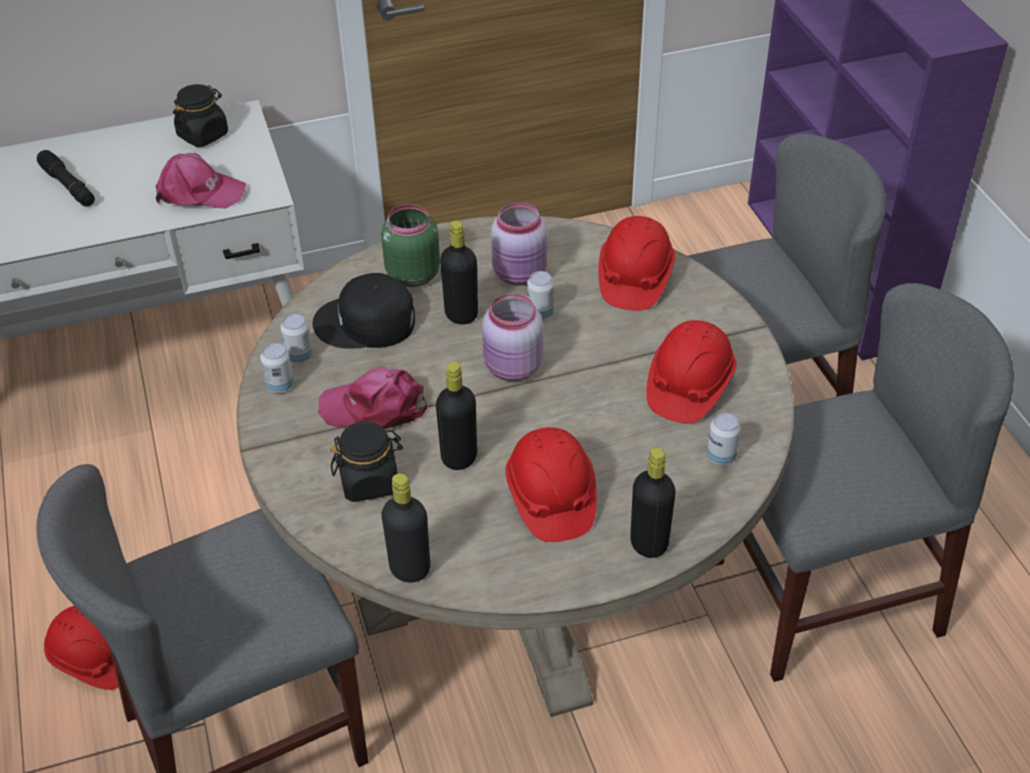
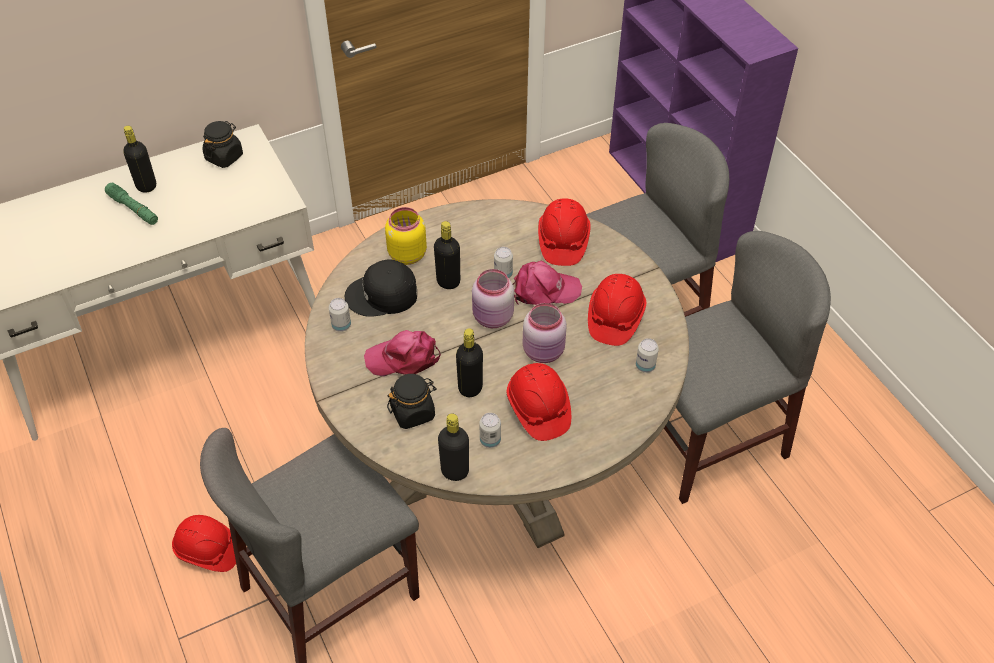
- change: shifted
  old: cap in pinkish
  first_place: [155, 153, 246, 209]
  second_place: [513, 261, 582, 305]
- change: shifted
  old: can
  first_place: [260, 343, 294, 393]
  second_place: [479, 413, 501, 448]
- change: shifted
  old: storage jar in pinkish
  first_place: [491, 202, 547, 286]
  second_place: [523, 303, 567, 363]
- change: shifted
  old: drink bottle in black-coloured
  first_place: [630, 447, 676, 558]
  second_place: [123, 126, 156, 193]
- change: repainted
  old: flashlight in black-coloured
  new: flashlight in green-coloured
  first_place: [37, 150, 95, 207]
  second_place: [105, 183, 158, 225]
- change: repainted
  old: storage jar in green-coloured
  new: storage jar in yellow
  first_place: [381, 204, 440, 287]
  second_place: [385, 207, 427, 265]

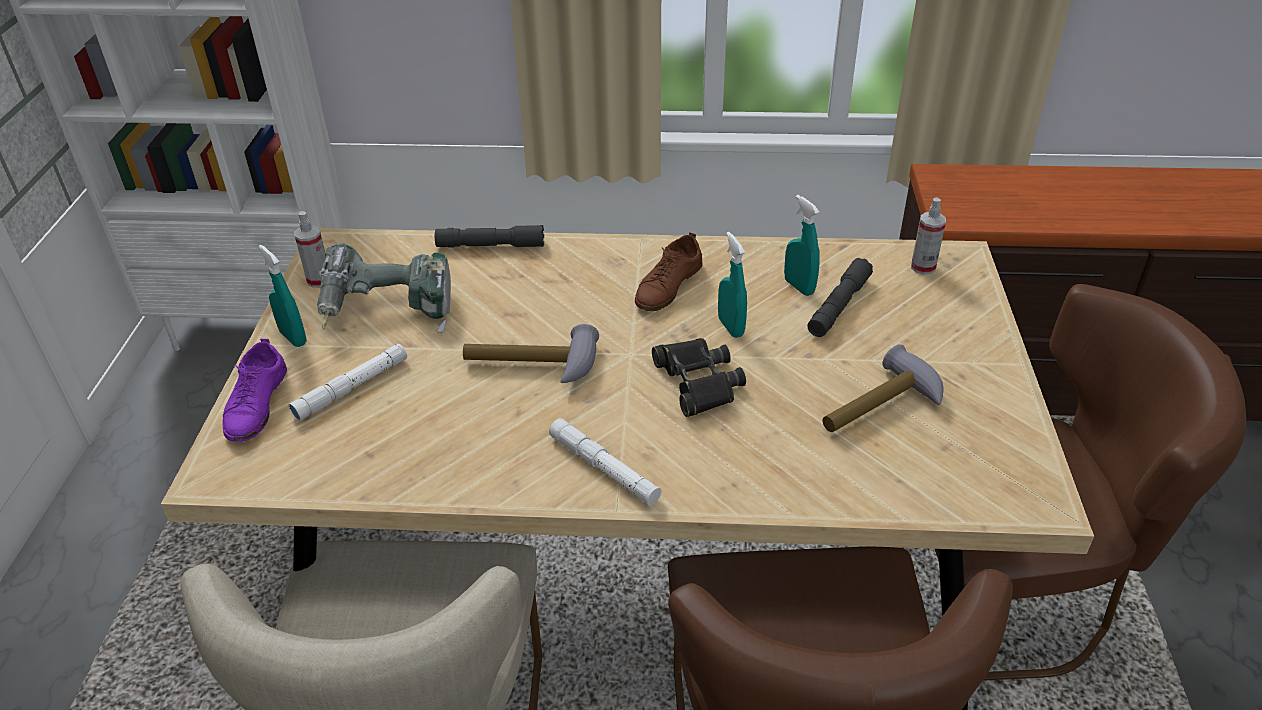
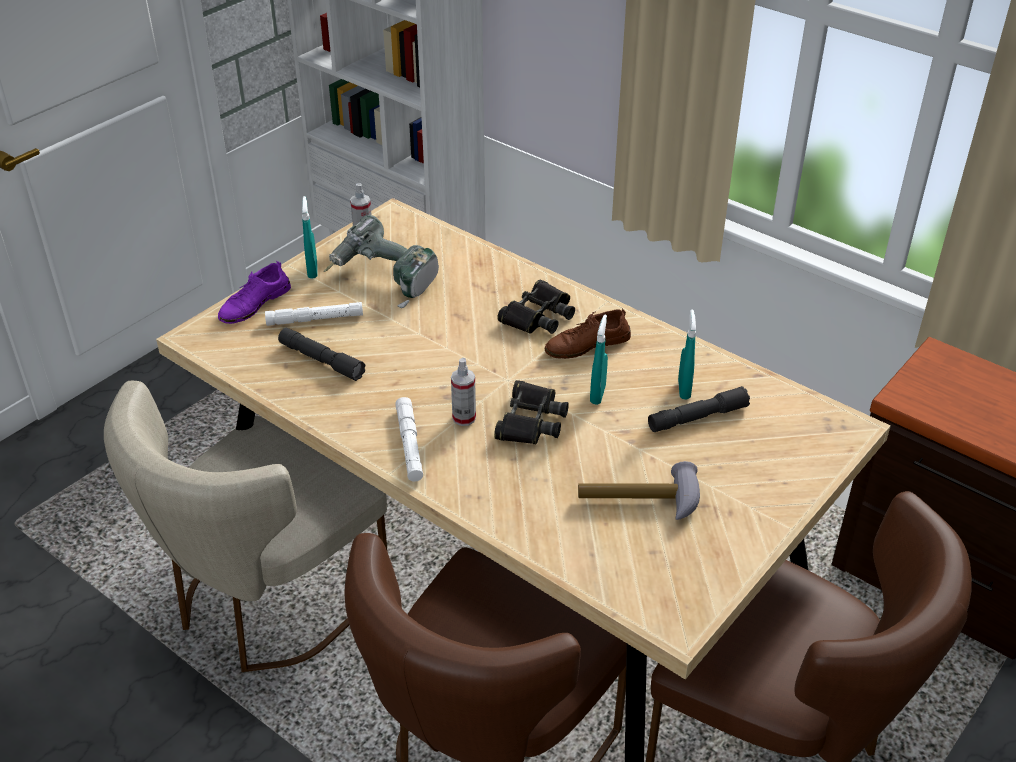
- change: gone
  old: tool hammer
  first_place: [463, 324, 599, 383]
- change: new
  new: binoculars in black-coloured
  second_place: [497, 279, 575, 334]
- change: shifted
  old: flashlight in grey
  first_place: [435, 225, 544, 248]
  second_place: [278, 328, 366, 381]
- change: shifted
  old: spray bottle
  first_place: [911, 197, 946, 275]
  second_place: [451, 358, 476, 426]

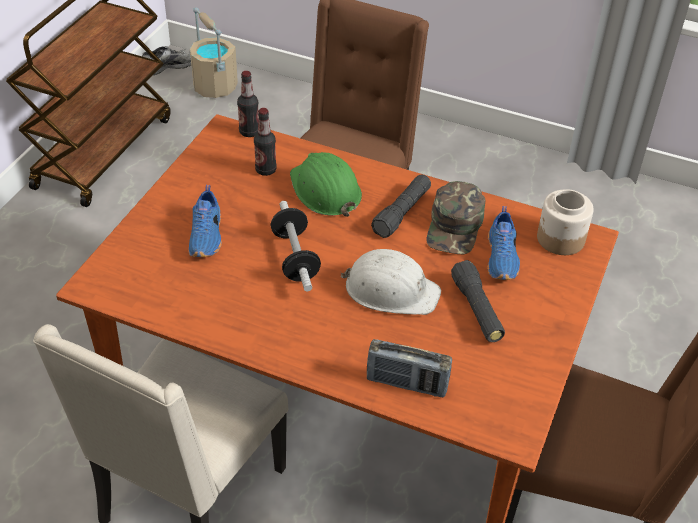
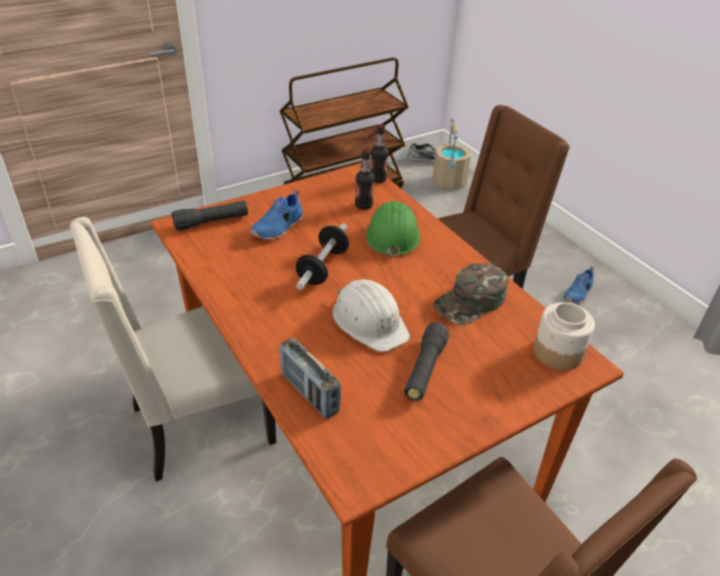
- change: shifted
  old: flashlight in black-coloured
  first_place: [371, 174, 431, 238]
  second_place: [171, 200, 248, 231]
- change: shifted
  old: low shoe in blue
  first_place: [487, 206, 520, 280]
  second_place: [563, 267, 594, 304]

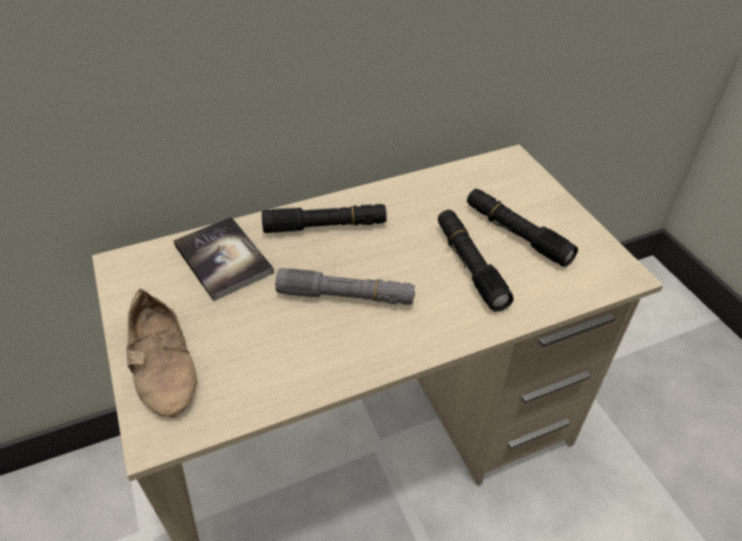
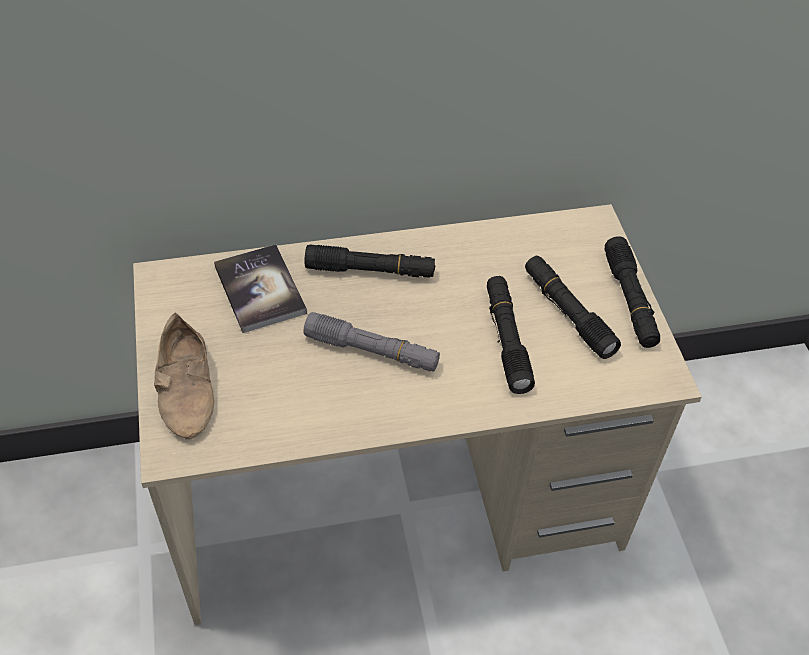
- change: new
  new: flashlight in black-coloured
  second_place: [605, 236, 660, 348]

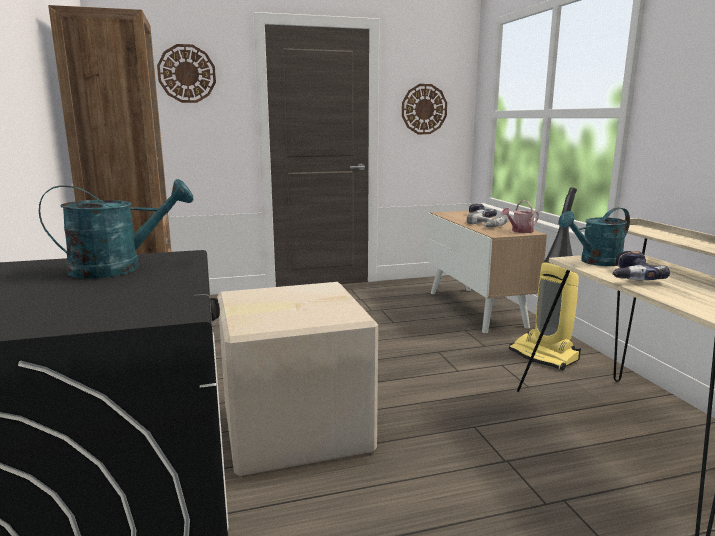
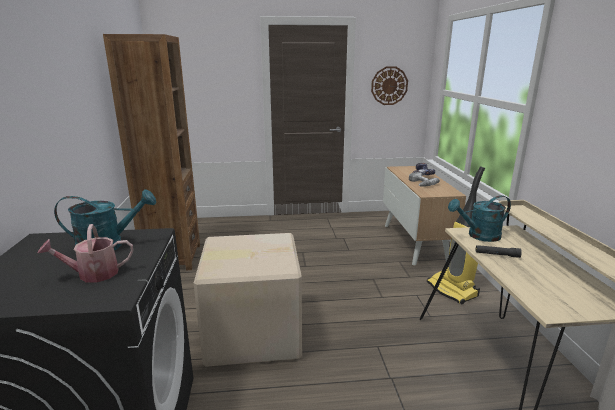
- change: gone
  old: wall clock
  first_place: [157, 44, 216, 103]
- change: shifted
  old: sprinkling can
  first_place: [501, 200, 539, 233]
  second_place: [37, 224, 133, 282]
- change: swapped
  old: power drill
  new: flashlight in black-coloured
  first_place: [613, 251, 670, 280]
  second_place: [476, 245, 522, 258]

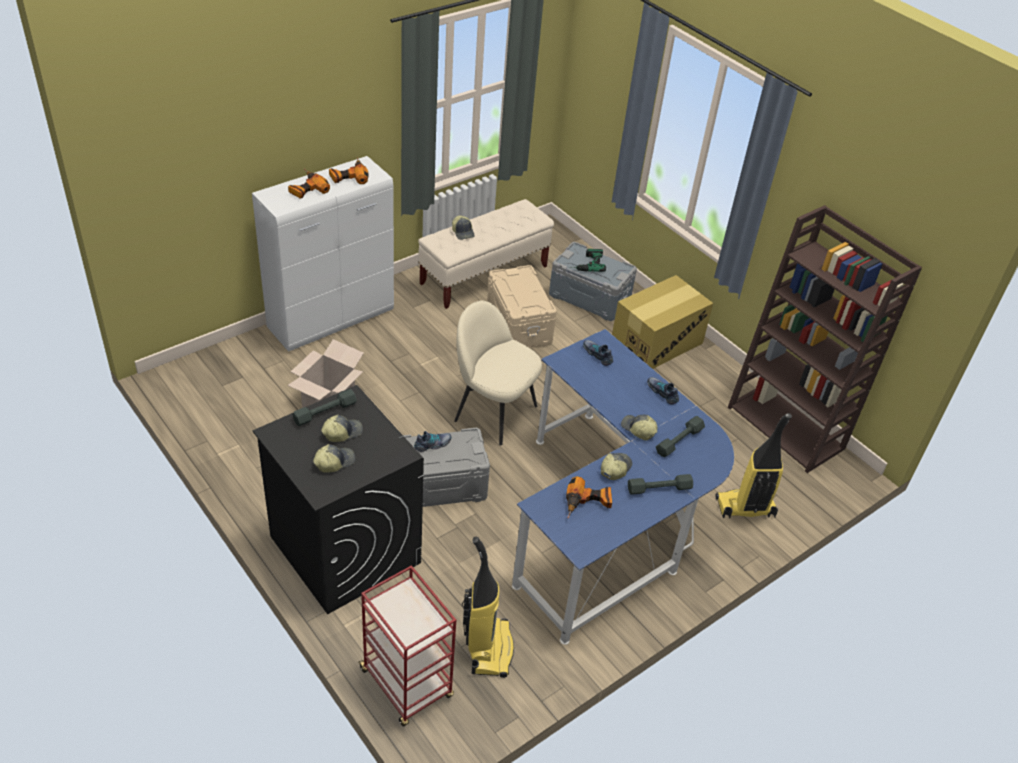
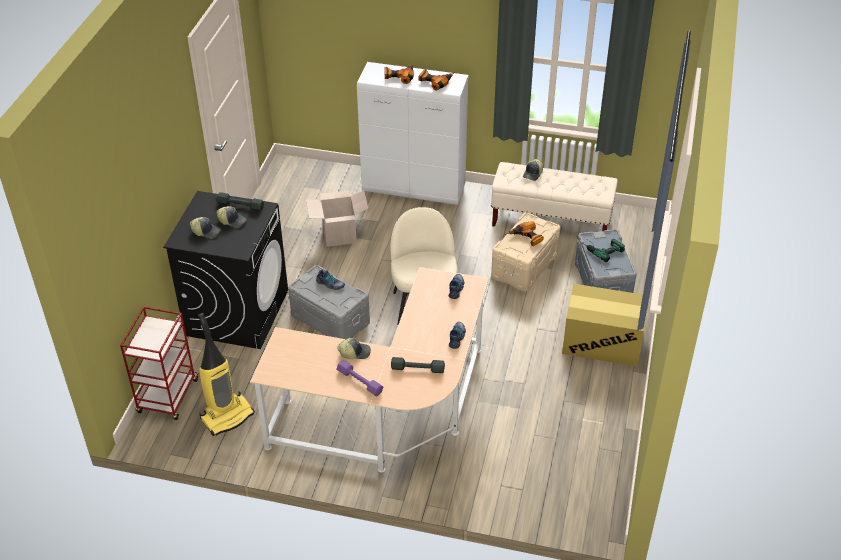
- change: gone
  old: cap
  first_place: [621, 415, 657, 441]
- change: gone
  old: hoover
  first_place: [715, 413, 792, 518]
- change: gone
  old: shelving unit in brown-coloured
  first_place: [728, 205, 922, 473]
- change: shifted
  old: power drill
  first_place: [566, 476, 612, 519]
  second_place: [504, 221, 544, 246]
- change: repainted
  old: desk unit in blue
  new: desk unit in beige
  first_place: [512, 329, 734, 645]
  second_place: [250, 267, 489, 473]
- change: repainted
  old: free weight in grey
  new: free weight in purplish
  first_place: [628, 474, 693, 495]
  second_place: [336, 360, 383, 396]

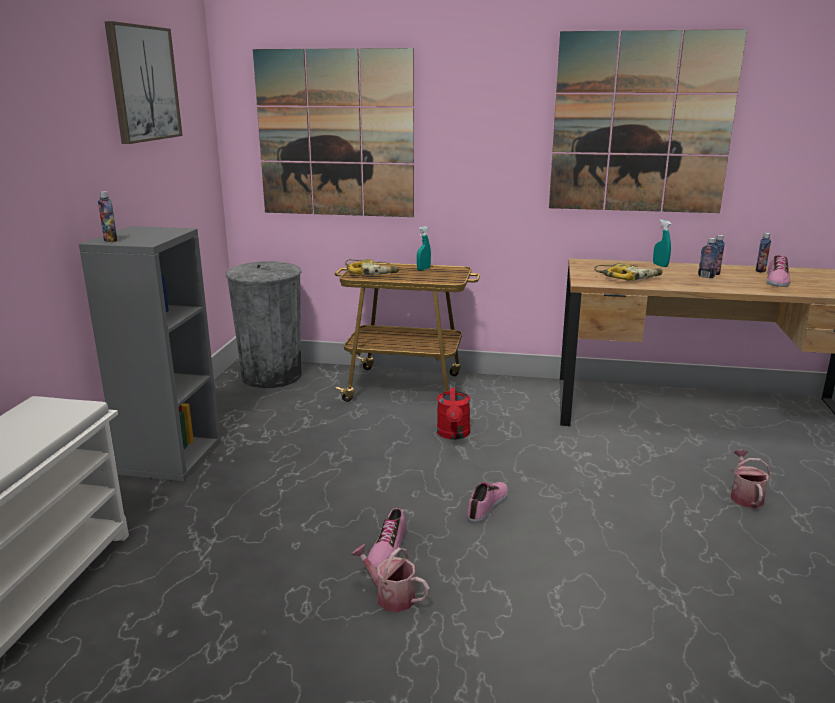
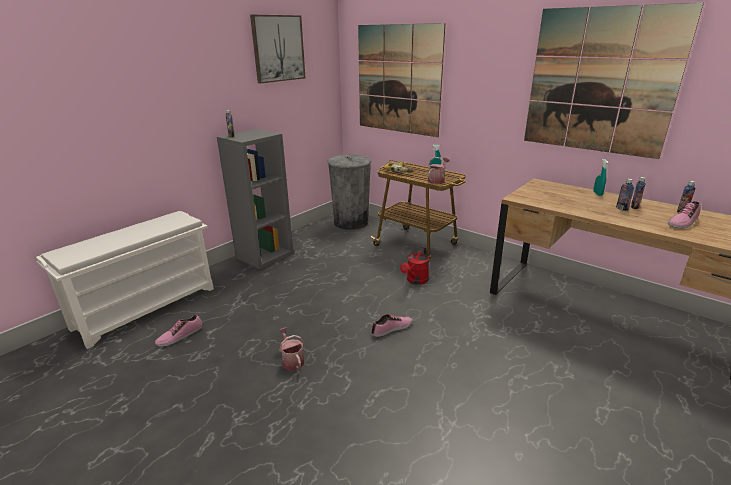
- change: gone
  old: power drill
  first_place: [594, 263, 663, 281]
- change: shifted
  old: low shoe
  first_place: [367, 507, 406, 569]
  second_place: [155, 315, 203, 347]
- change: shifted
  old: sprinkling can
  first_place: [731, 450, 771, 508]
  second_place: [428, 157, 450, 184]

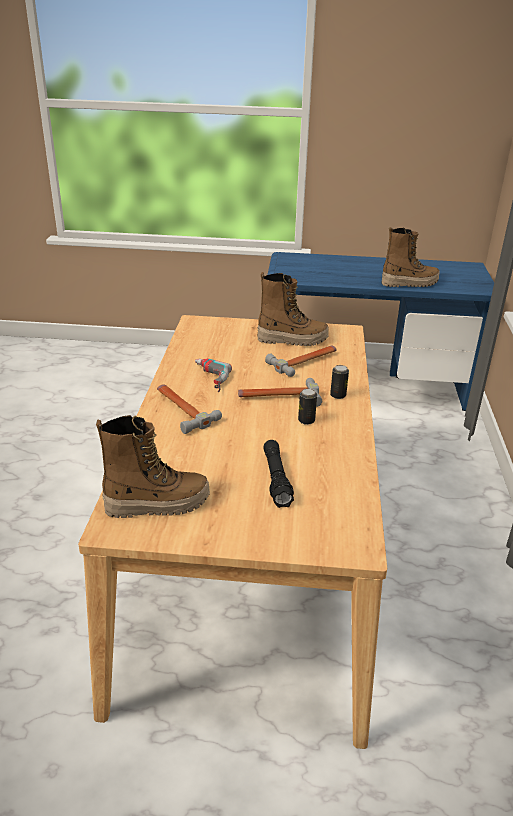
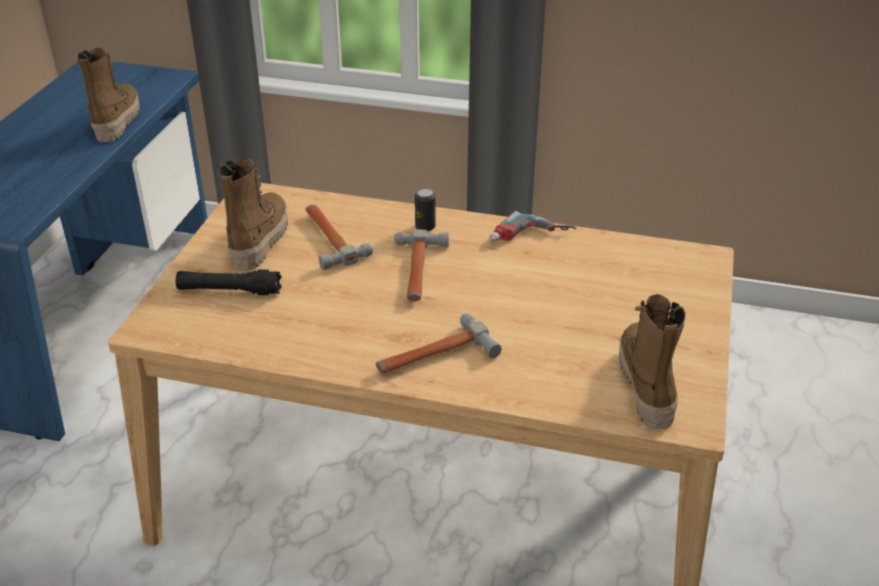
- change: gone
  old: can
  first_place: [298, 388, 317, 425]
- change: shifted
  old: power drill
  first_place: [195, 358, 232, 392]
  second_place: [489, 211, 577, 242]
- change: shifted
  old: flashlight in black-coloured
  first_place: [263, 440, 294, 508]
  second_place: [176, 269, 282, 295]

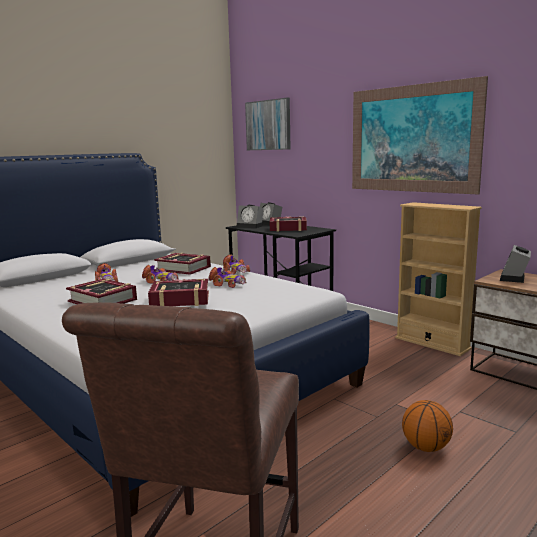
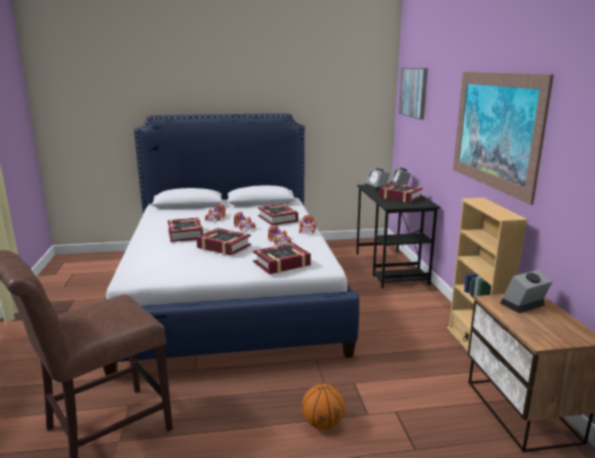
- change: new
  new: bound book
  second_place: [253, 243, 311, 274]

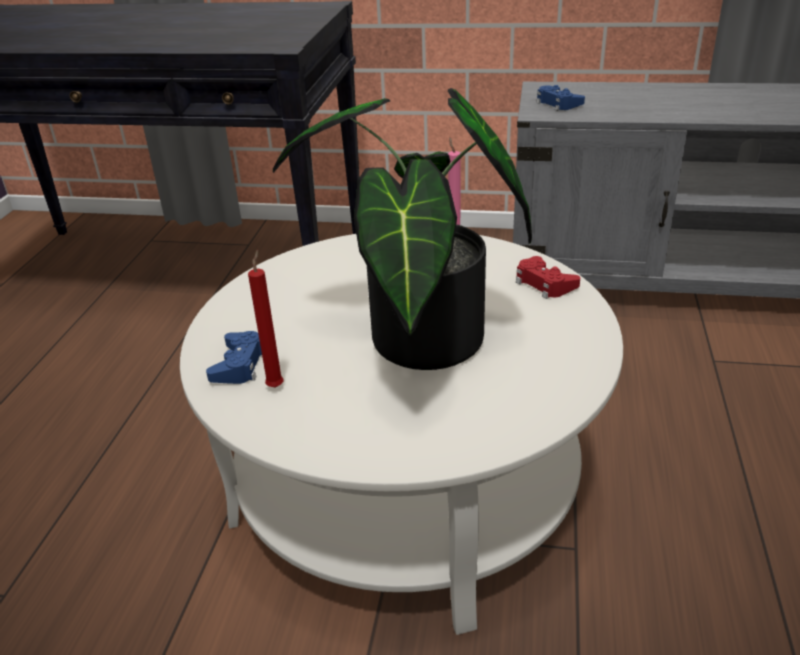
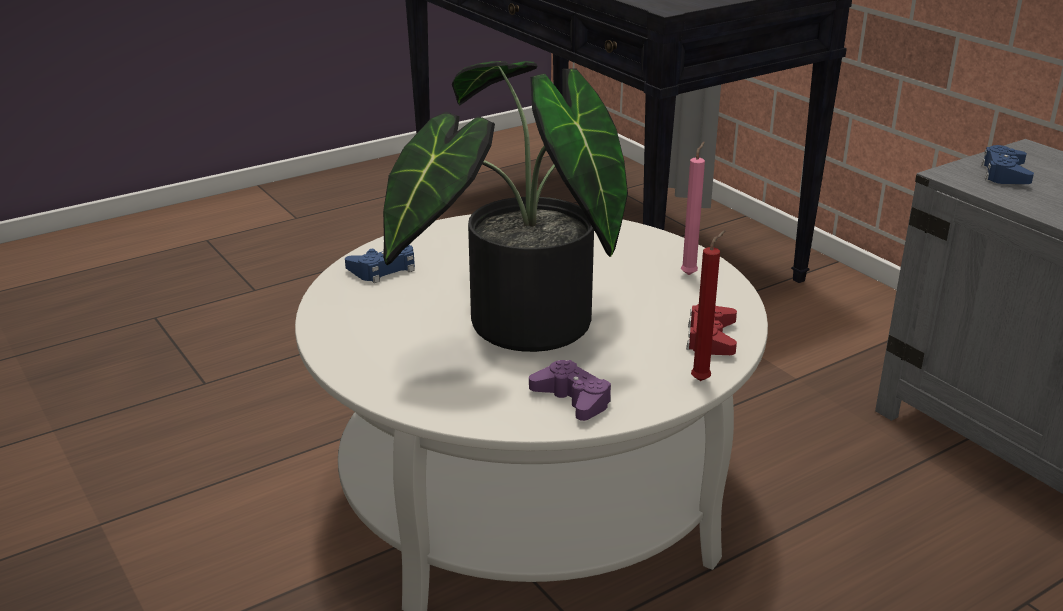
- change: new
  new: joypad in purplish
  second_place: [529, 360, 611, 421]
- change: shifted
  old: wax light in red-coloured
  first_place: [248, 250, 283, 388]
  second_place: [691, 230, 726, 381]

